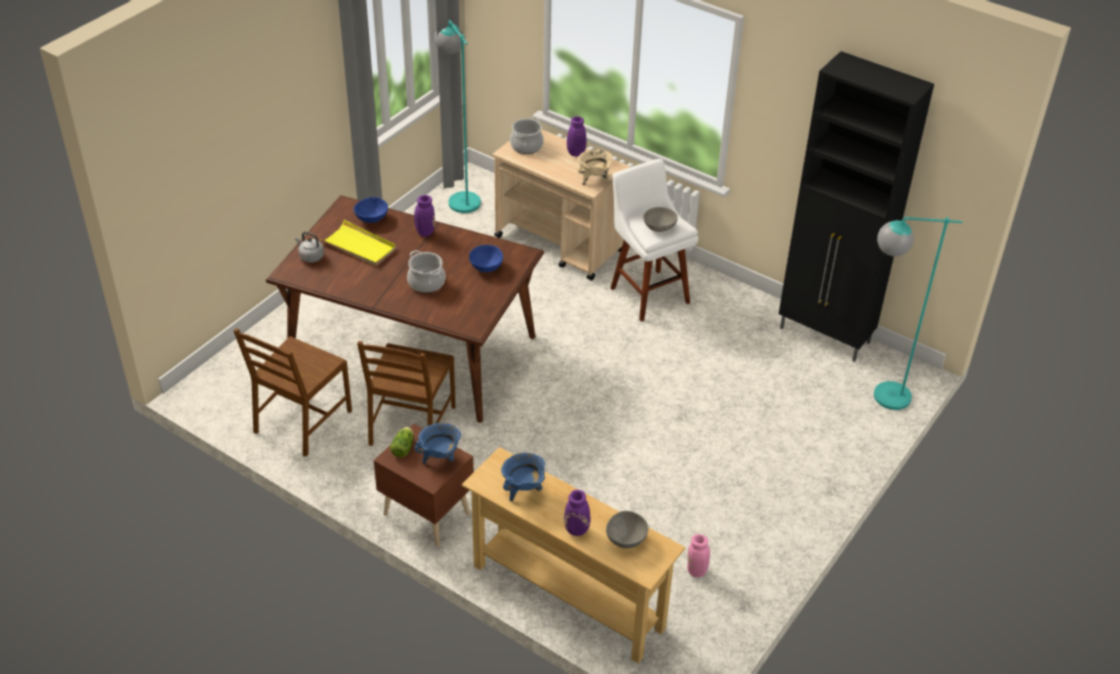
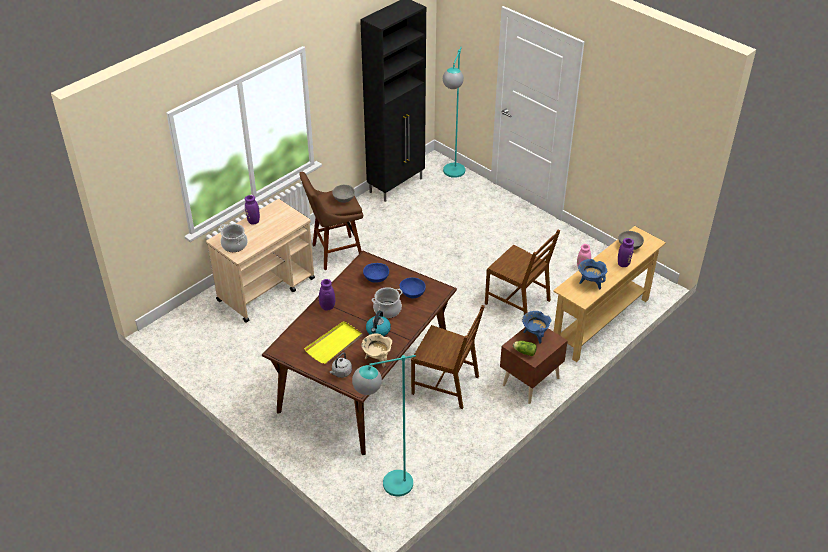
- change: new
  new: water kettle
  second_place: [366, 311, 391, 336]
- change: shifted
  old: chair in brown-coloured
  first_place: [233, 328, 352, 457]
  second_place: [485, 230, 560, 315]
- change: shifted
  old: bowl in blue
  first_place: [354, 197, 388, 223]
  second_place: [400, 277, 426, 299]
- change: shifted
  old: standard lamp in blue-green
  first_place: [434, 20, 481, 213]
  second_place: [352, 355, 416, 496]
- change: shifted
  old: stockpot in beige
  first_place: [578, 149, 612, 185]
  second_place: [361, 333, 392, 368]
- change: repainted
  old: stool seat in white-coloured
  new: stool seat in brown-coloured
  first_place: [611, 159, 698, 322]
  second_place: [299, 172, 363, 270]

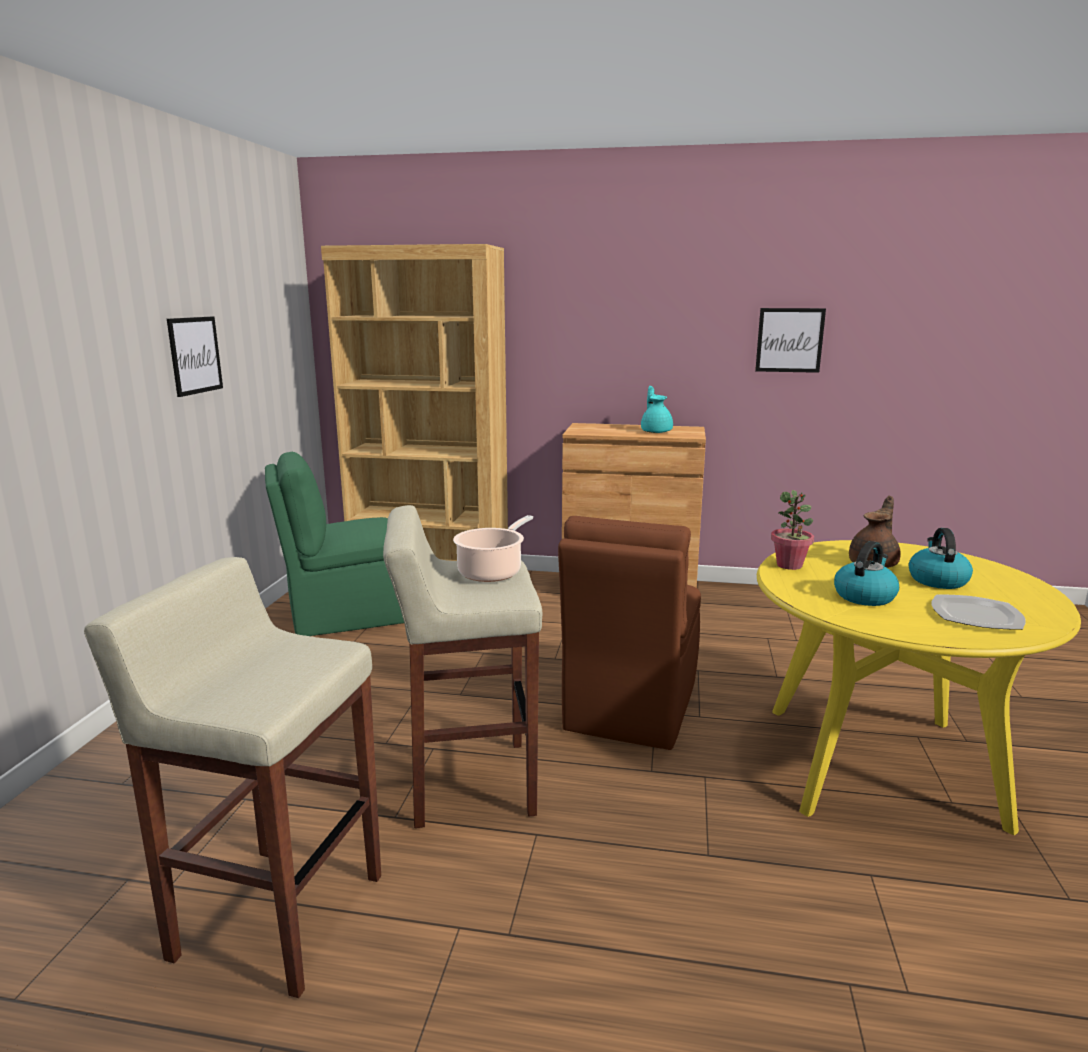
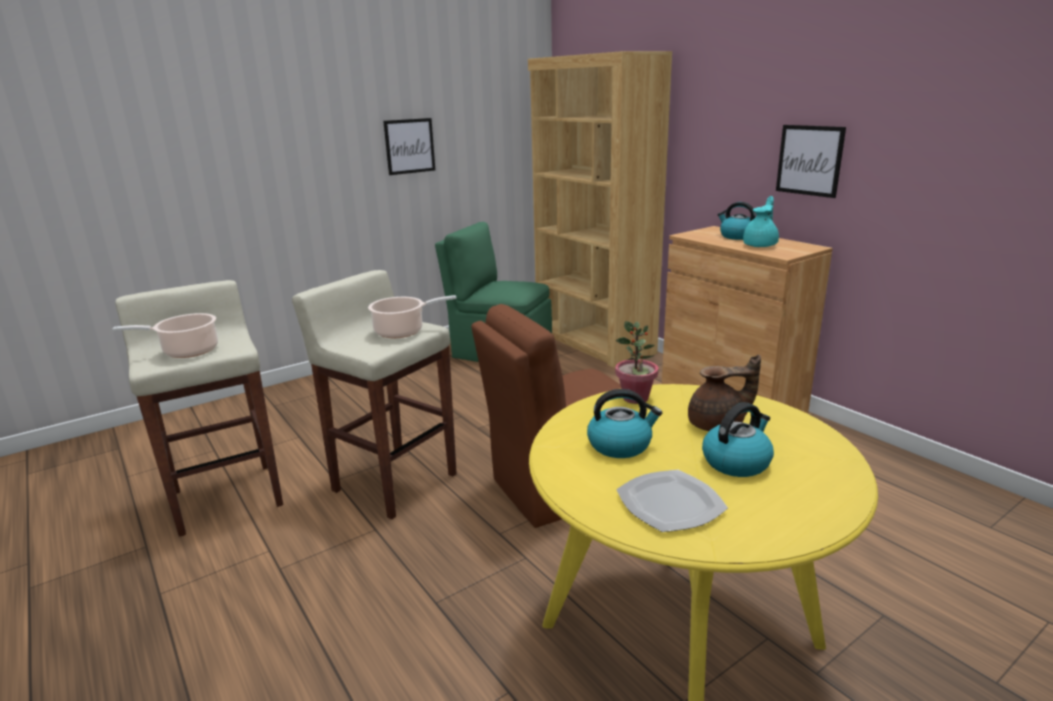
- change: new
  new: stockpot
  second_place: [112, 313, 218, 358]
- change: new
  new: water kettle
  second_place: [718, 202, 755, 240]
- change: shifted
  old: picture
  first_place: [755, 308, 826, 373]
  second_place: [776, 125, 846, 198]

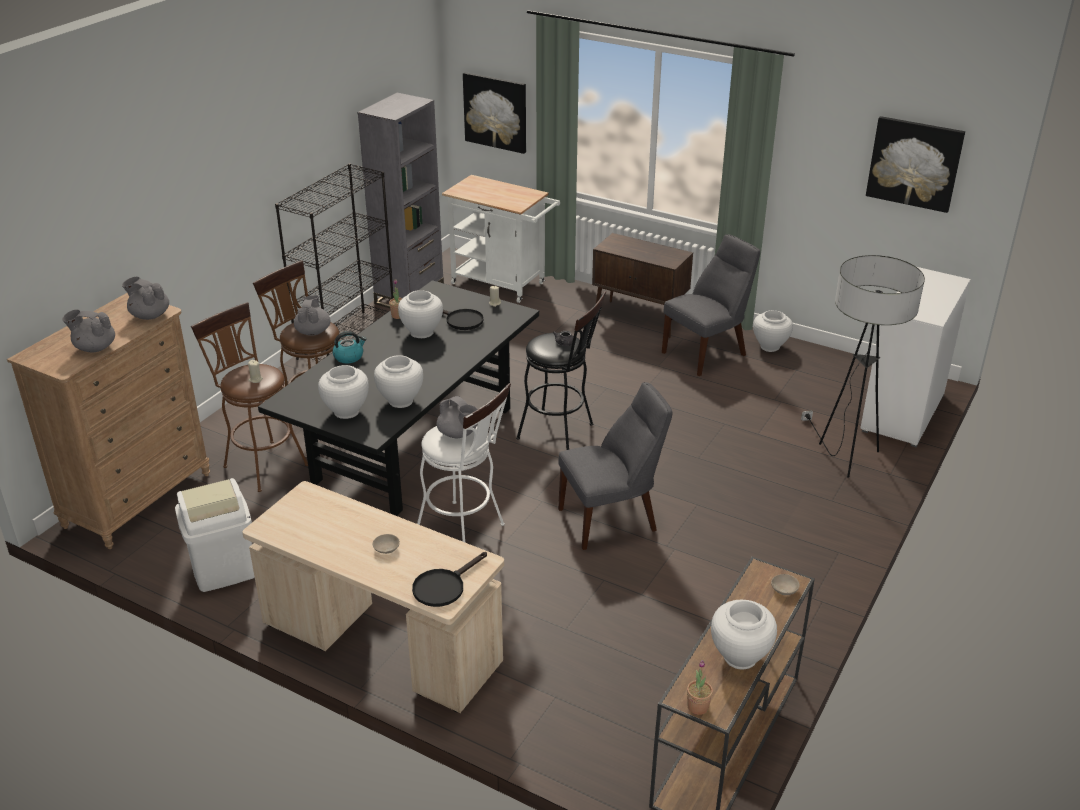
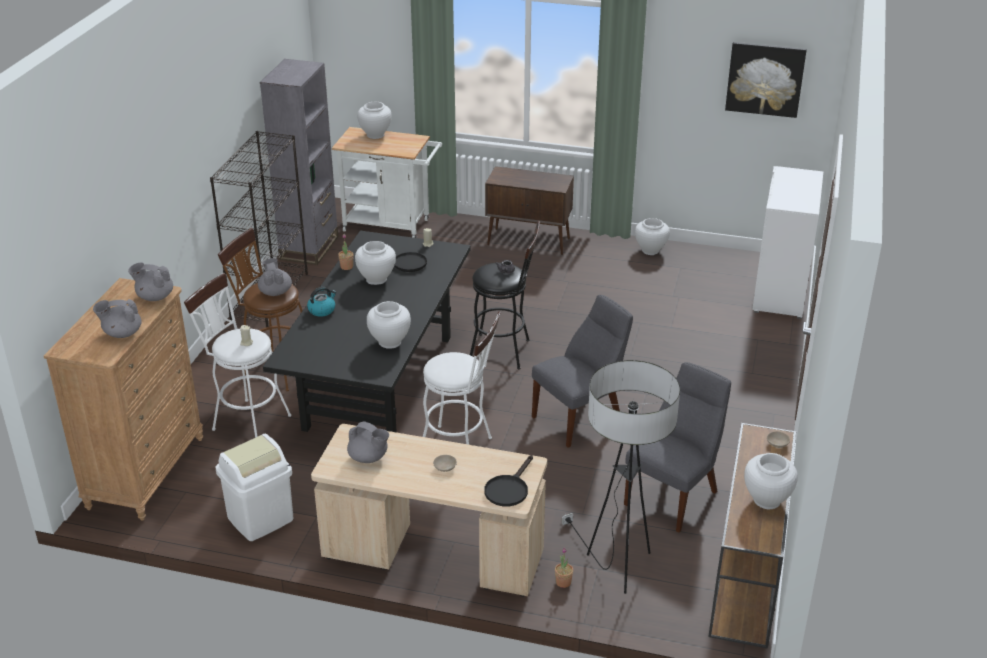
- change: gone
  old: picture
  first_place: [463, 72, 526, 154]
- change: shifted
  old: flower vase in white-coloured
  first_place: [318, 365, 369, 419]
  second_place: [357, 102, 392, 139]
- change: shifted
  old: pot for tea in grey
  first_place: [437, 396, 478, 438]
  second_place: [347, 421, 389, 463]
- change: shifted
  old: chair in grey
  first_place: [662, 234, 760, 376]
  second_place: [624, 362, 731, 532]
- change: shifted
  old: houseplant
  first_place: [687, 660, 713, 715]
  second_place: [555, 547, 573, 588]
- change: shifted
  old: standard lamp
  first_place: [801, 255, 925, 478]
  second_place: [562, 360, 680, 594]
- change: repainted
  old: stool seat in brown-coloured
  new: stool seat in white-coloured
  first_place: [191, 302, 308, 492]
  second_place: [184, 273, 292, 438]

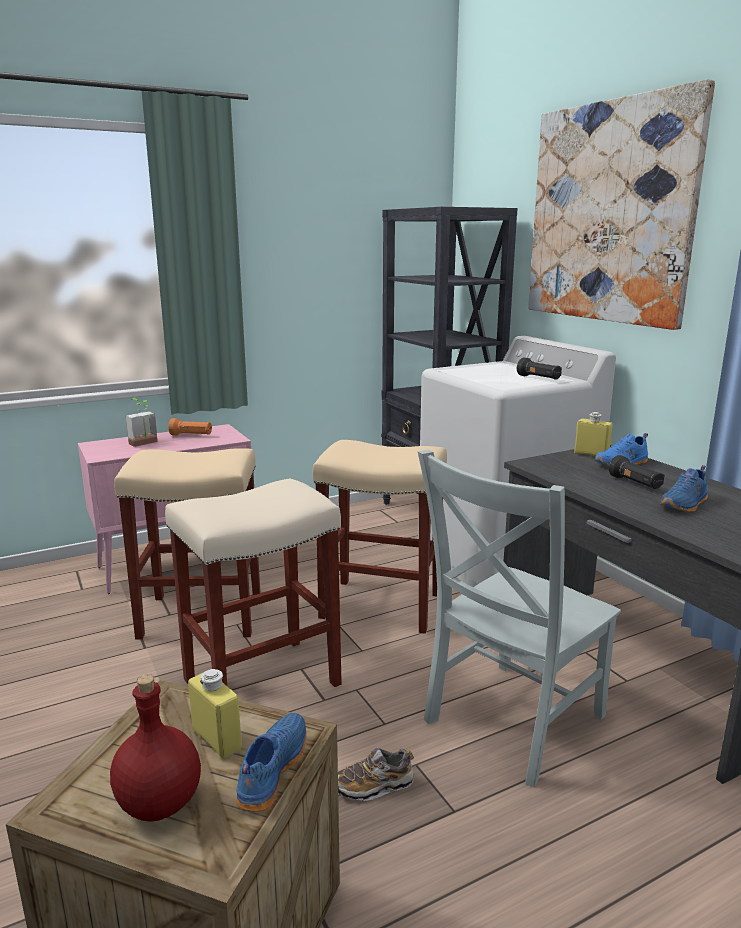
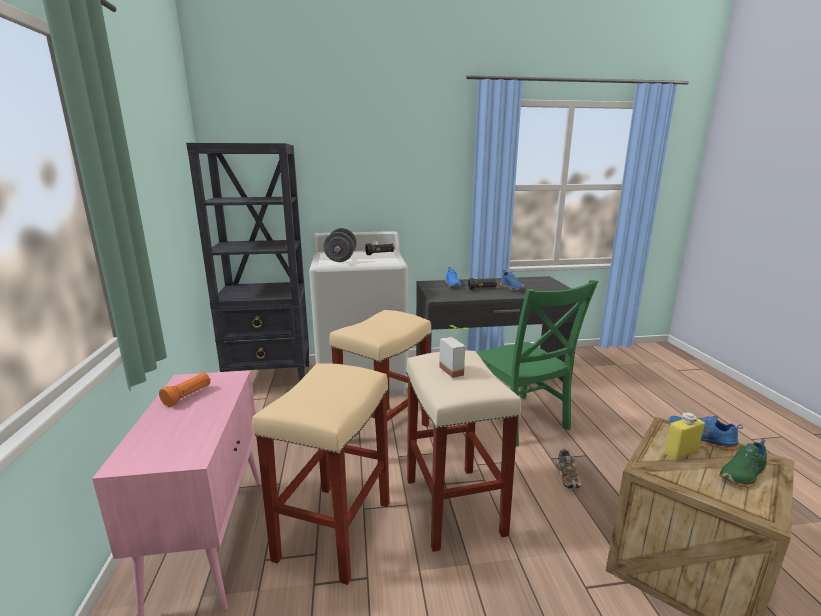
- change: gone
  old: picture
  first_place: [528, 79, 715, 330]
- change: gone
  old: drink bottle in yellow
  first_place: [574, 412, 613, 456]
- change: new
  new: free weight in grey
  second_place: [324, 228, 357, 262]
- change: shifted
  old: houseplant
  first_place: [126, 398, 158, 447]
  second_place: [439, 325, 469, 378]
- change: swapped
  old: drink bottle in red-coloured
  new: low shoe in green-coloured
  first_place: [110, 674, 201, 822]
  second_place: [719, 439, 767, 488]
- change: repainted
  old: chair in grey
  new: chair in green-coloured
  first_place: [418, 450, 621, 787]
  second_place: [477, 280, 598, 447]

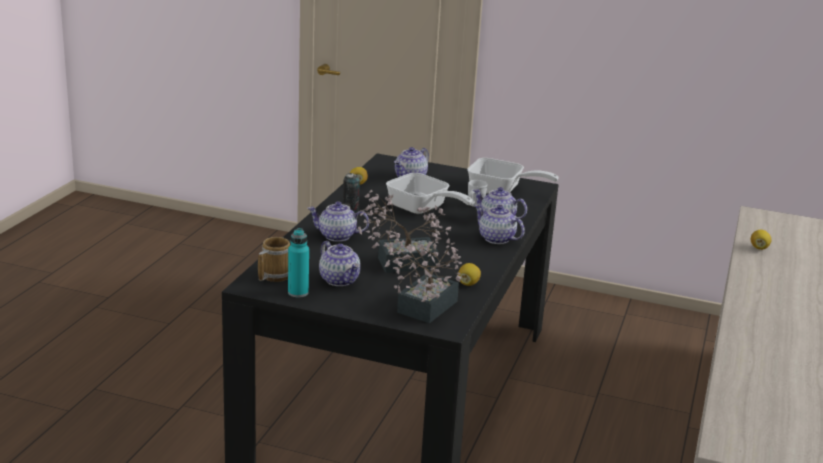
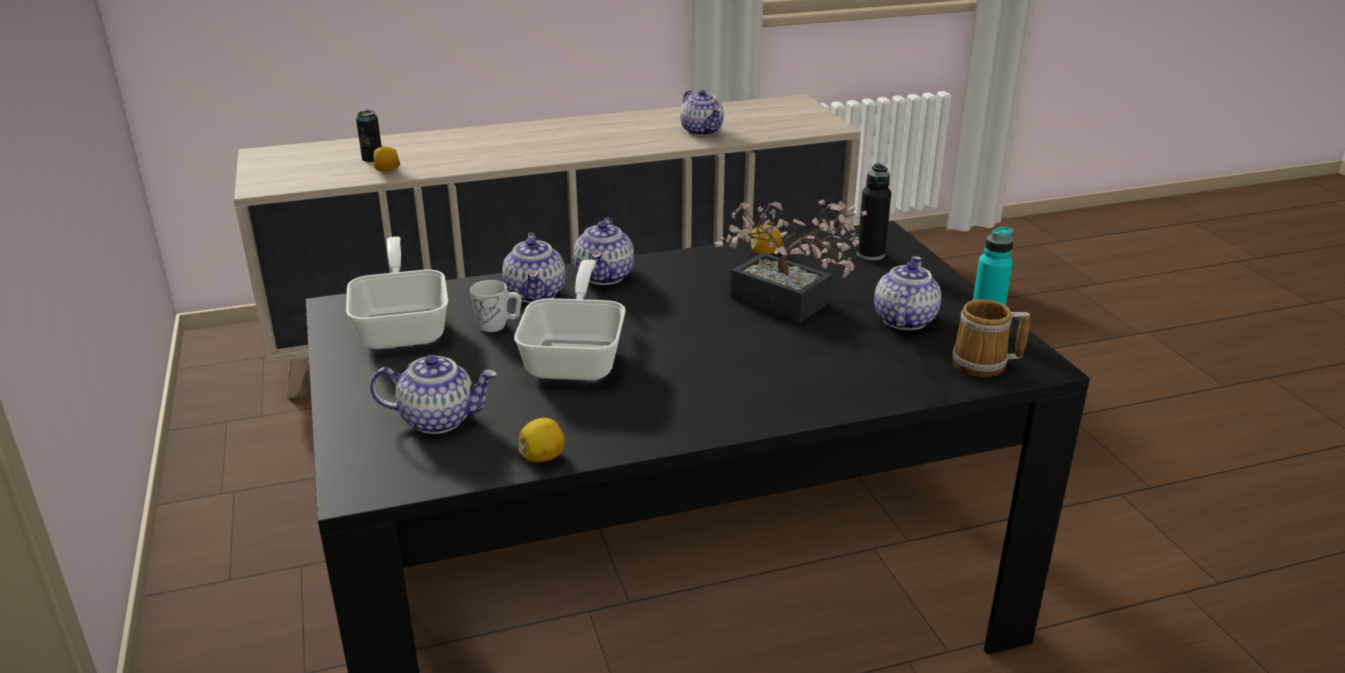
- change: shifted
  old: pot for tea
  first_place: [307, 201, 369, 242]
  second_place: [680, 90, 724, 136]
- change: shifted
  old: can
  first_place: [343, 173, 360, 212]
  second_place: [356, 110, 381, 162]
- change: swapped
  old: houseplant
  new: drink bottle in black-coloured
  first_place: [384, 237, 462, 323]
  second_place: [857, 163, 891, 260]

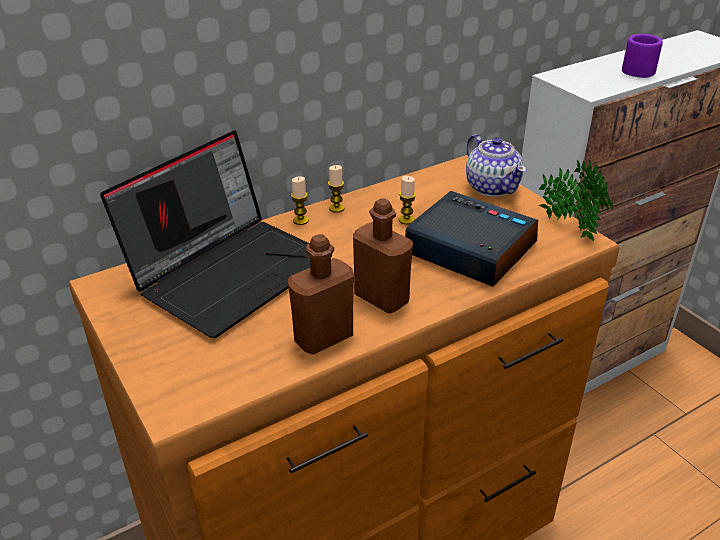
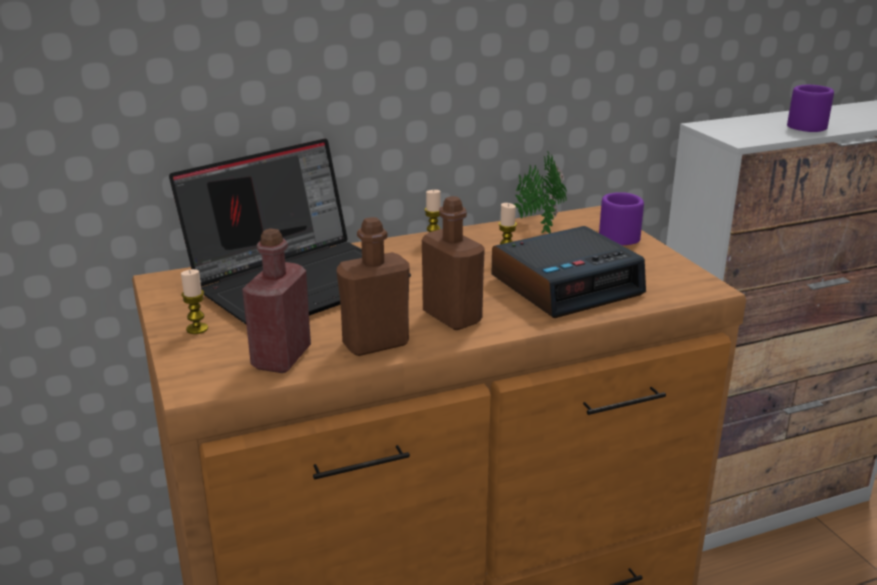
- change: new
  new: drink bottle in red-coloured
  second_place: [242, 228, 311, 373]
- change: shifted
  old: wax light
  first_place: [291, 176, 309, 225]
  second_place: [181, 269, 208, 334]
- change: shifted
  old: houseplant
  first_place: [538, 159, 613, 242]
  second_place: [514, 151, 567, 234]
- change: swapped
  old: pot for tea
  new: mug in purplish
  first_place: [466, 134, 527, 197]
  second_place: [599, 192, 644, 245]
- change: rotated
  old: alarm clock
  first_place: [405, 191, 538, 287]
  second_place: [492, 226, 646, 318]
  degrees: 105

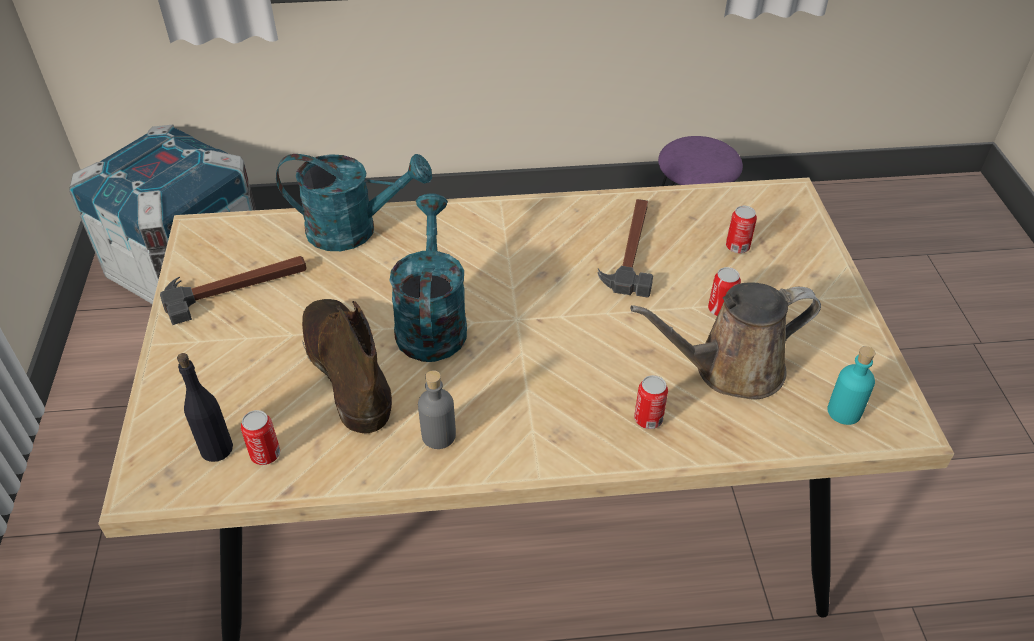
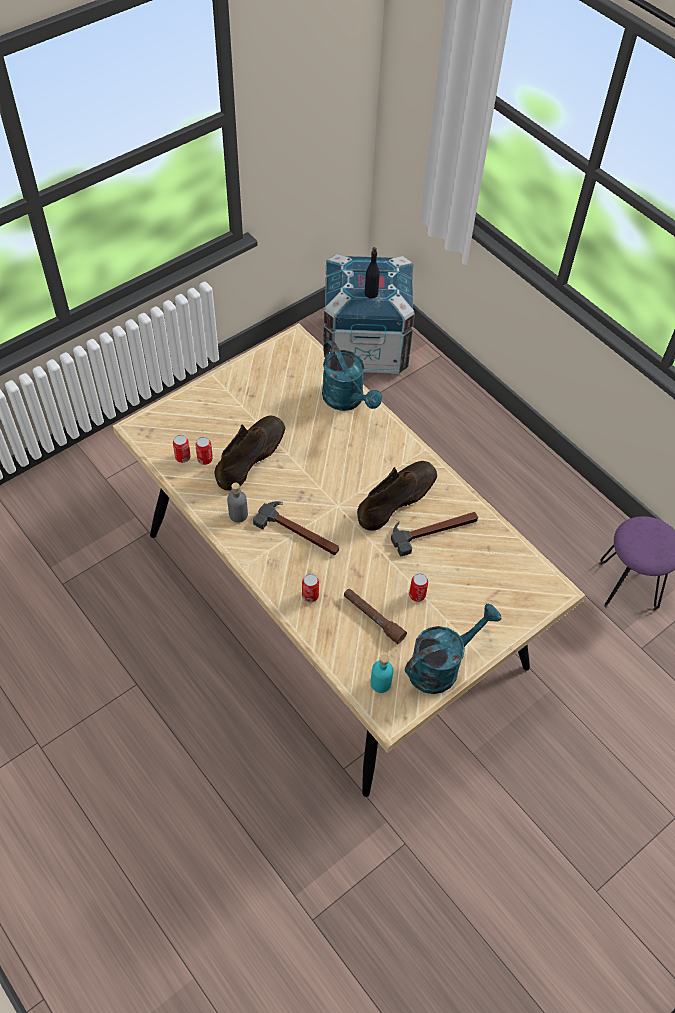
- change: new
  new: tall boot in brown-coloured
  second_place: [357, 461, 437, 531]
- change: shifted
  old: tool hammer
  first_place: [160, 256, 307, 325]
  second_place: [253, 501, 339, 555]
- change: shifted
  old: drink bottle in black-coloured
  first_place: [177, 353, 233, 462]
  second_place: [365, 247, 380, 299]
- change: shifted
  old: sprinkling can in blue-green
  first_place: [390, 193, 467, 362]
  second_place: [405, 604, 501, 694]
- change: shifted
  old: can
  first_place: [726, 206, 757, 253]
  second_place: [195, 437, 213, 465]
- change: swapped
  old: sprinkling can in brown-coloured
  new: flashlight in brown-coloured
  first_place: [630, 282, 821, 400]
  second_place: [344, 589, 407, 644]

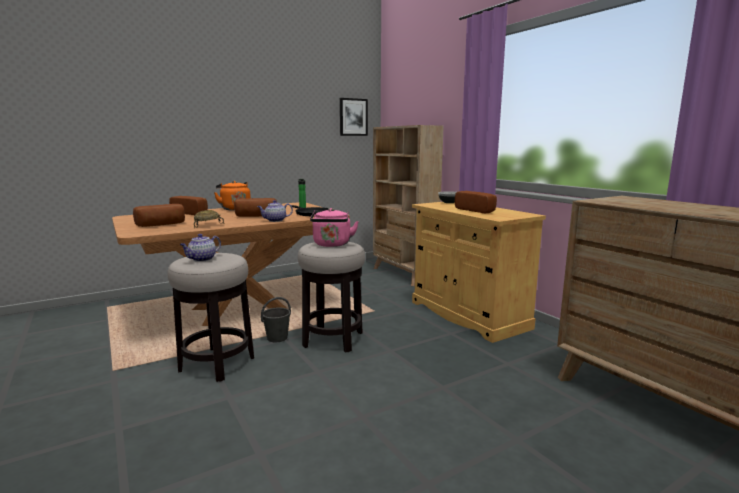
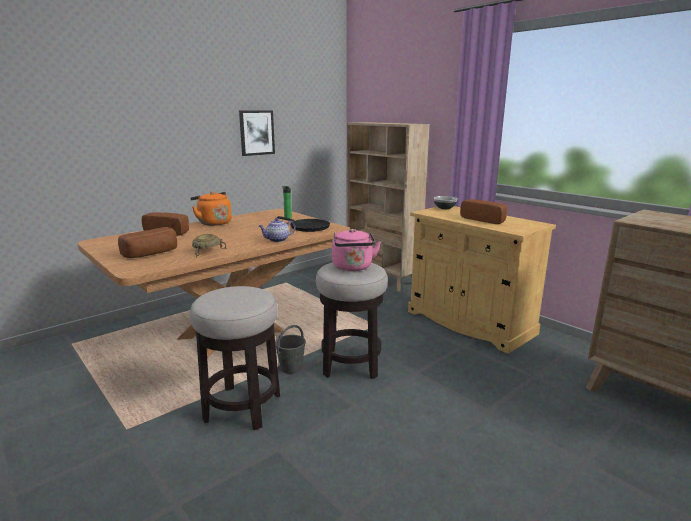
- change: gone
  old: pot for tea
  first_place: [180, 234, 221, 262]
- change: gone
  old: bread
  first_place: [234, 198, 277, 217]
- change: shifted
  old: picture
  first_place: [340, 98, 368, 136]
  second_place: [239, 110, 275, 156]

